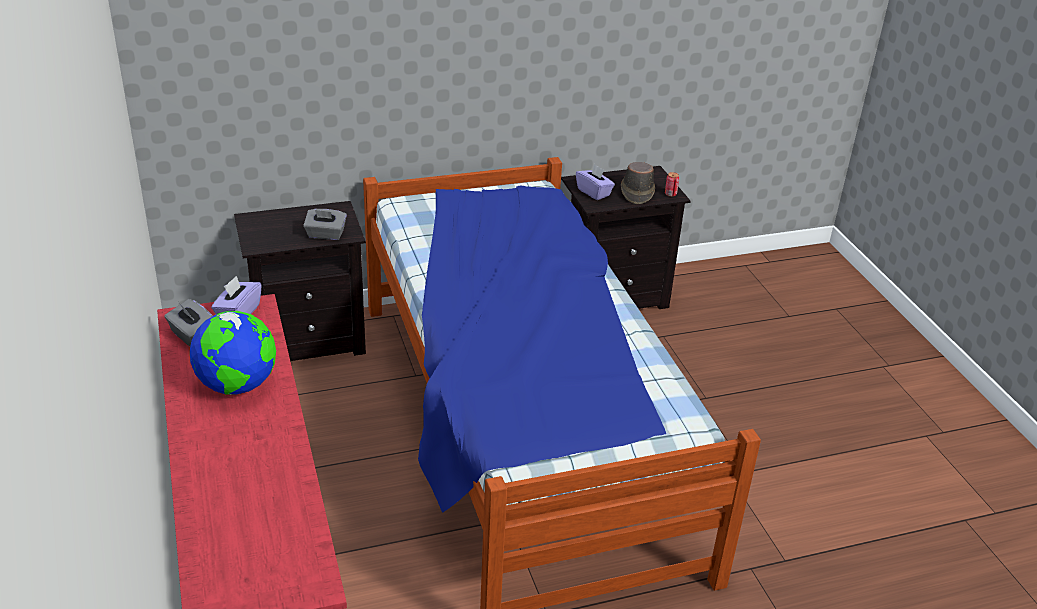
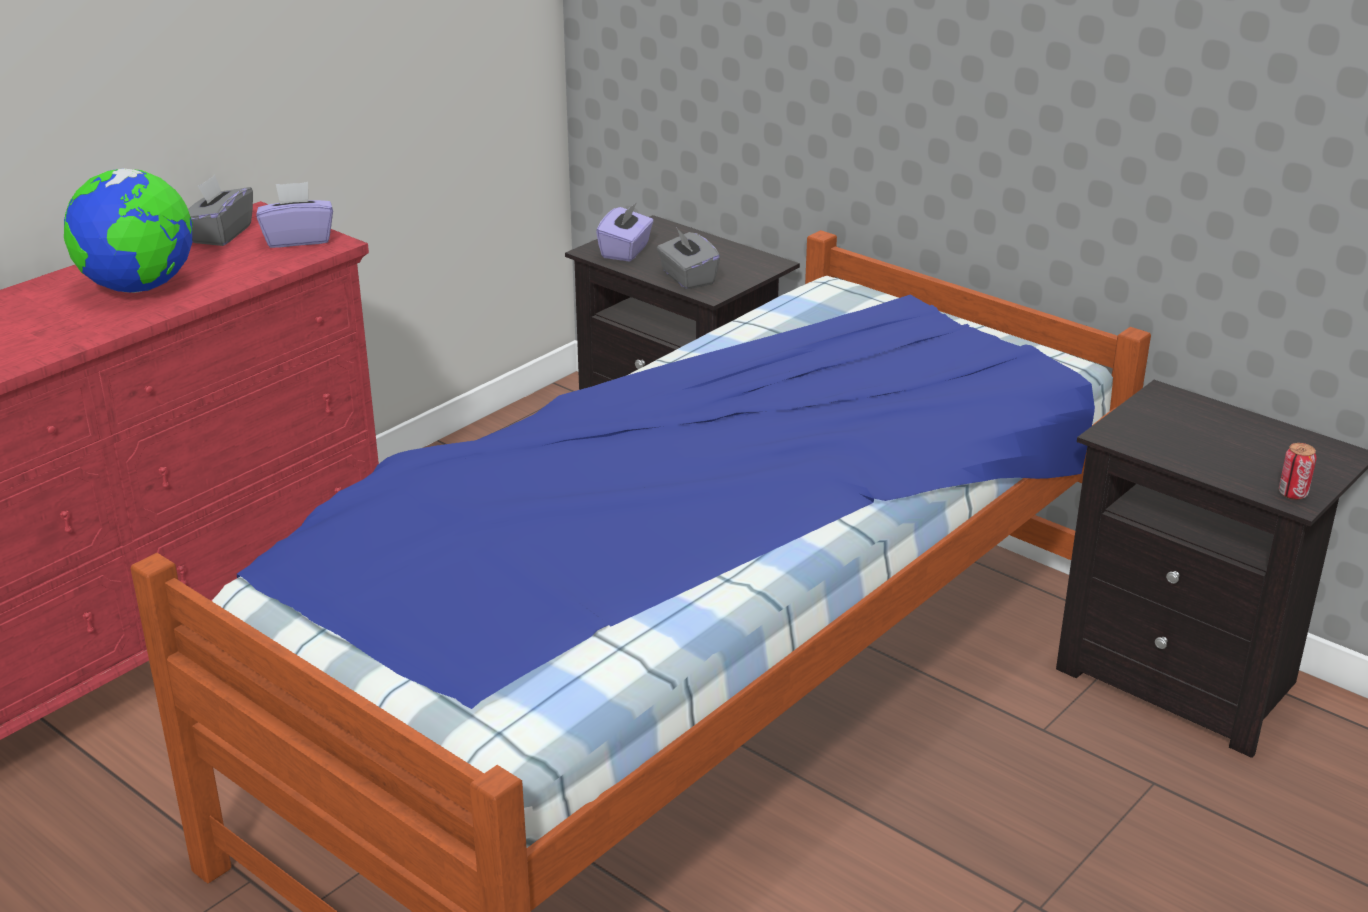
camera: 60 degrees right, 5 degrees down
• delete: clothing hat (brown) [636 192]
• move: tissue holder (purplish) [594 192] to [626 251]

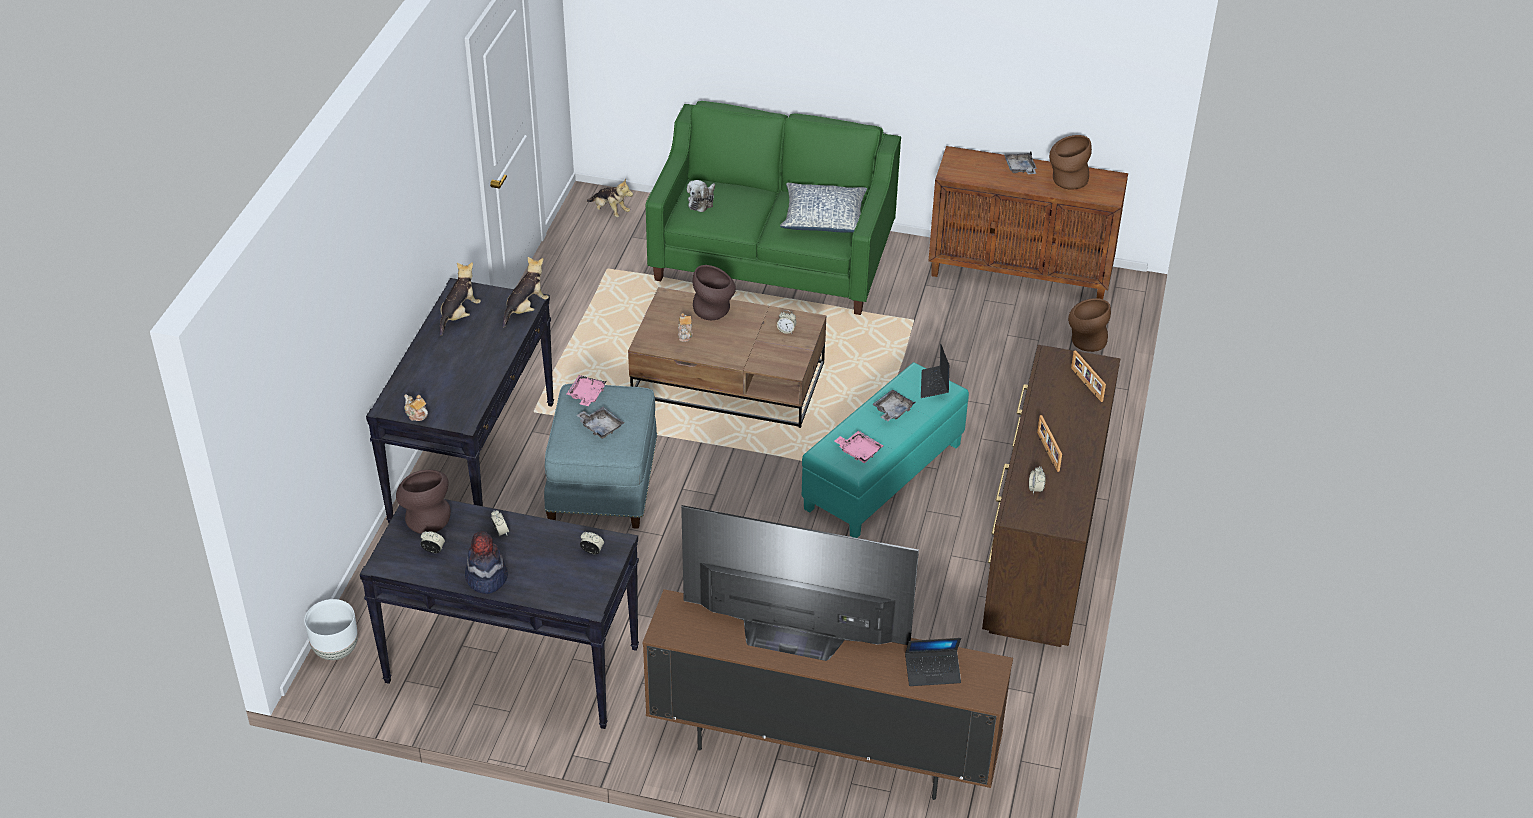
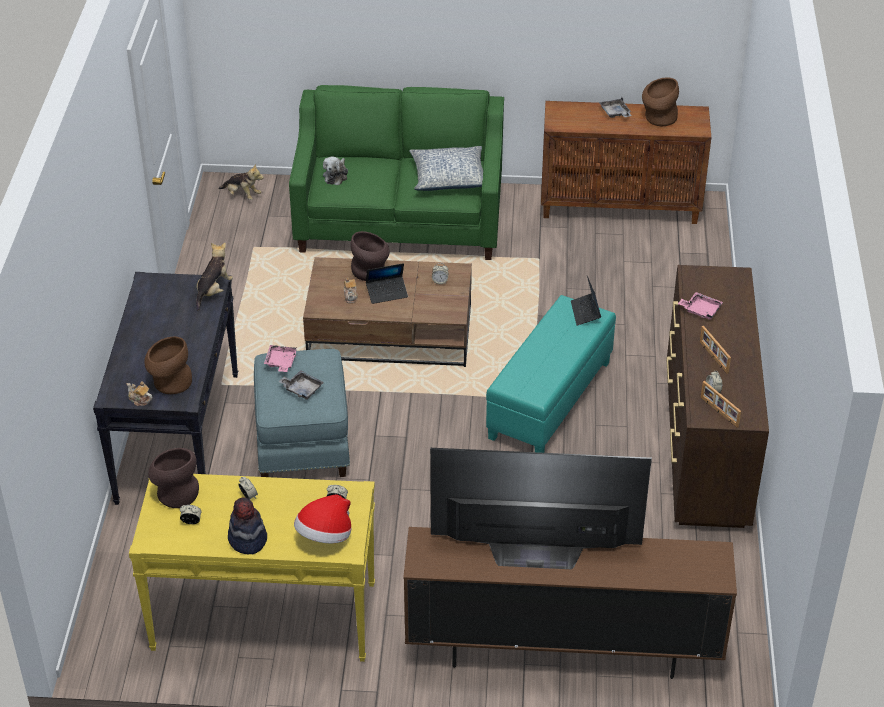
camera: 10 degrees left, 0 degrees up
• delete: plant pot (white-coloured) [336 650]
• delete: soft toy [459 315]
• delete: serving tray (gray) [892 411]
• insert: clothing hat [325 536]
• move: serving tray (pink-coloured) [859 451] to [700 310]
• move: notebook computer [932 672] to [387 293]
• move: decorative vase (brown) [1085 341] to [169 382]
• move: photo frame [1086 384] to [718 412]
• recolor: narrow table (blackish) [511 665] to narrow table (yellow-coloured) [263 616]

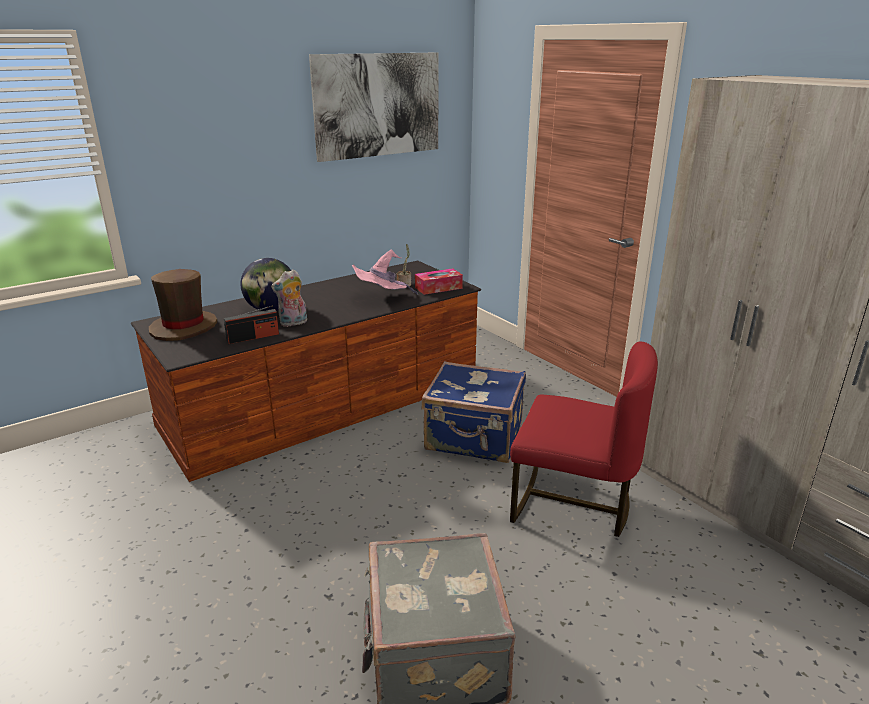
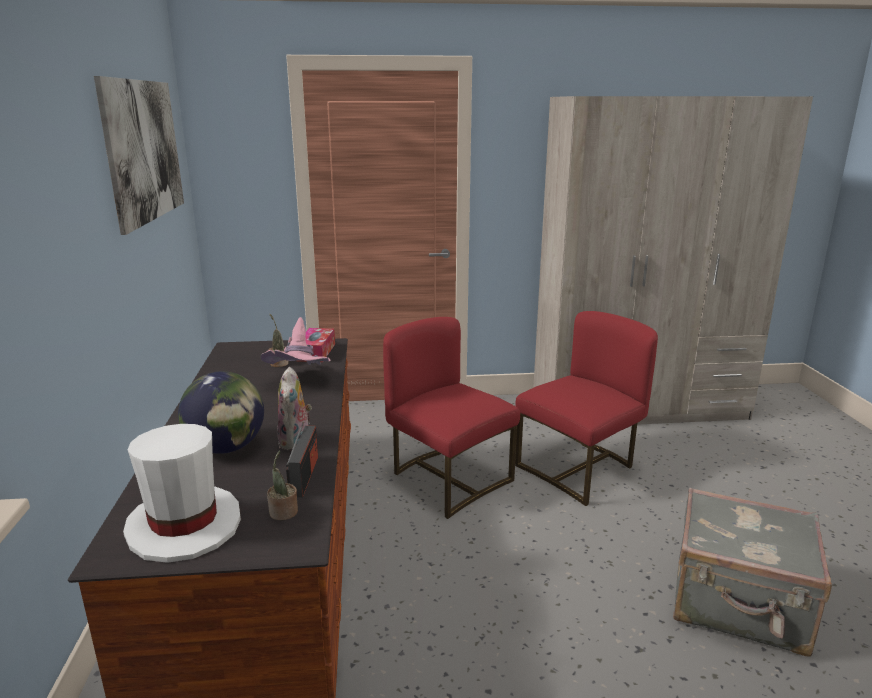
camera: 60 degrees left, 5 degrees down
• insert: potted plant [283 513]
• replace: suitcase (blue-coloured) [474 438] to plain chair (reddish) [448 479]
• recolor: clothing hat (brown) [184 327] to clothing hat (white-coloured) [185 525]

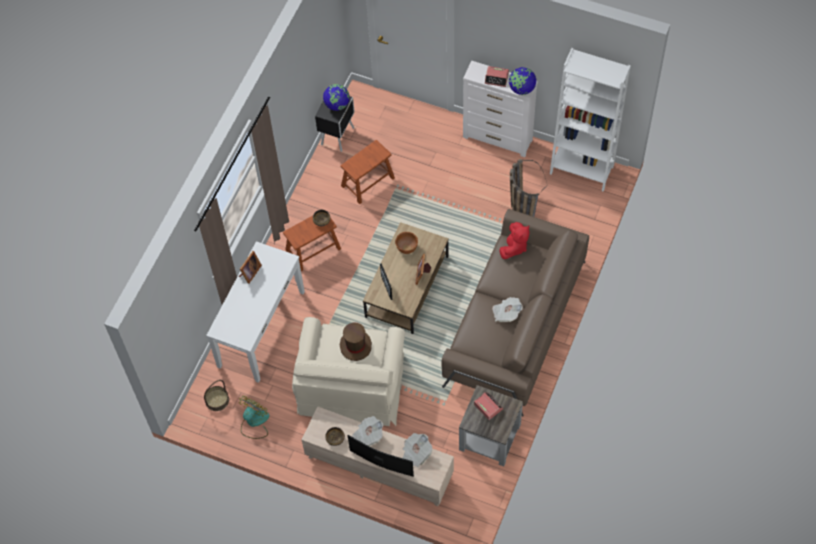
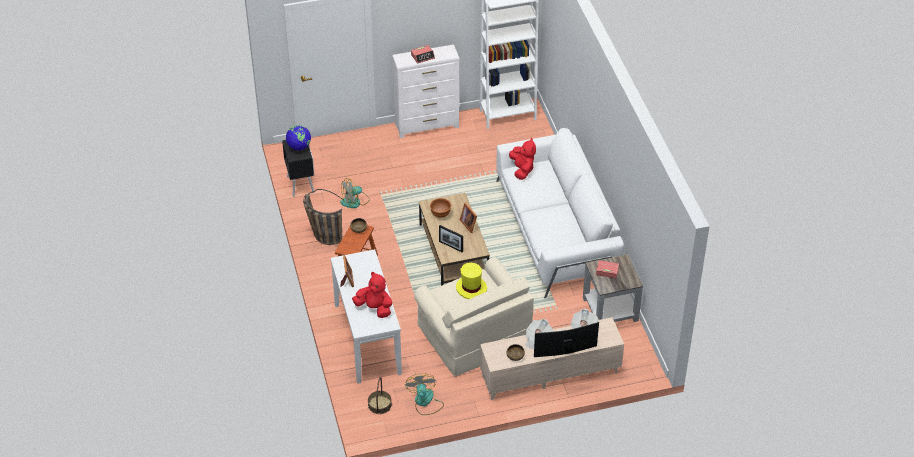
camera: 40 degrees left, 15 degrees down
• delete: newspaper [506 313]
• delete: globe [521 89]
• insert: soft toy (reddish) [374 308]
• move: storage basket [521 202] to [322 235]
• replace: stool (brown) [368 181] to electric fan [355 201]
• recolor: clothing hat (brown) [355 345] to clothing hat (yellow-coloured) [471 288]
• recolor: sofa (brown) [515 323] to sofa (white-coloured) [556 230]

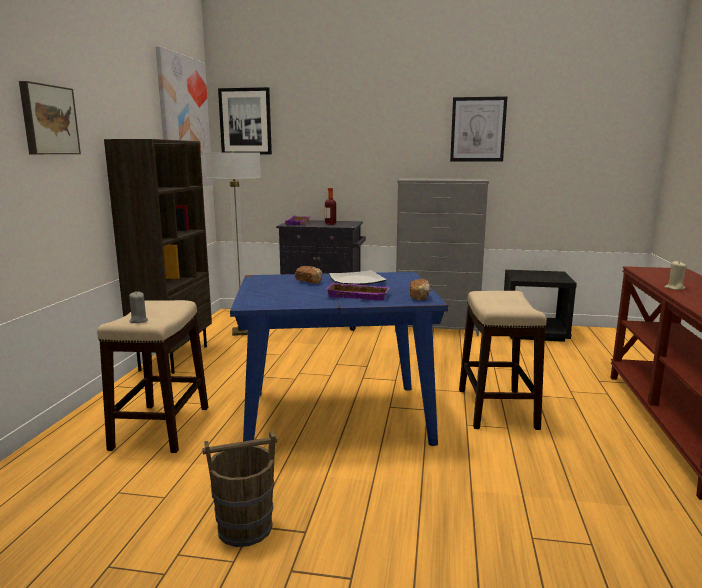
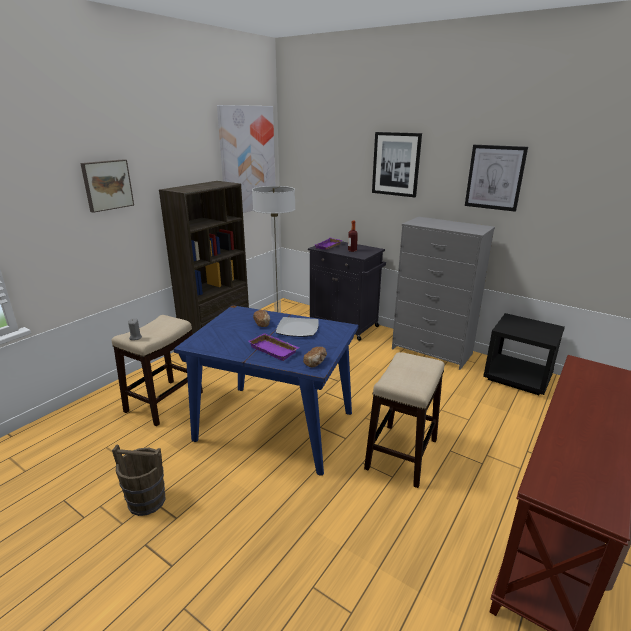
camera: 25 degrees right, 10 degrees up
• delete: candle (beige) [674 288]
• move: wall picture [245 121] to [396 164]

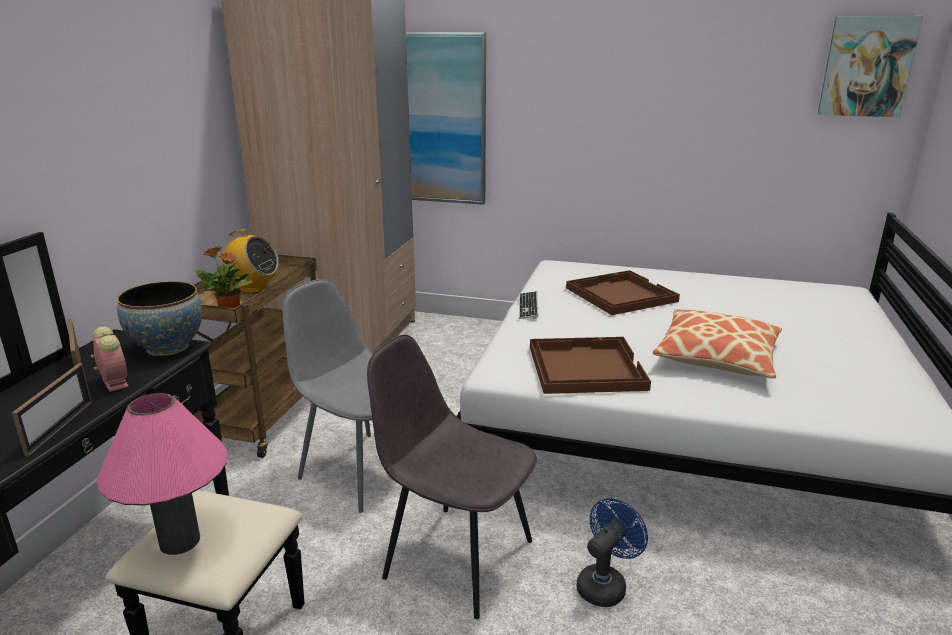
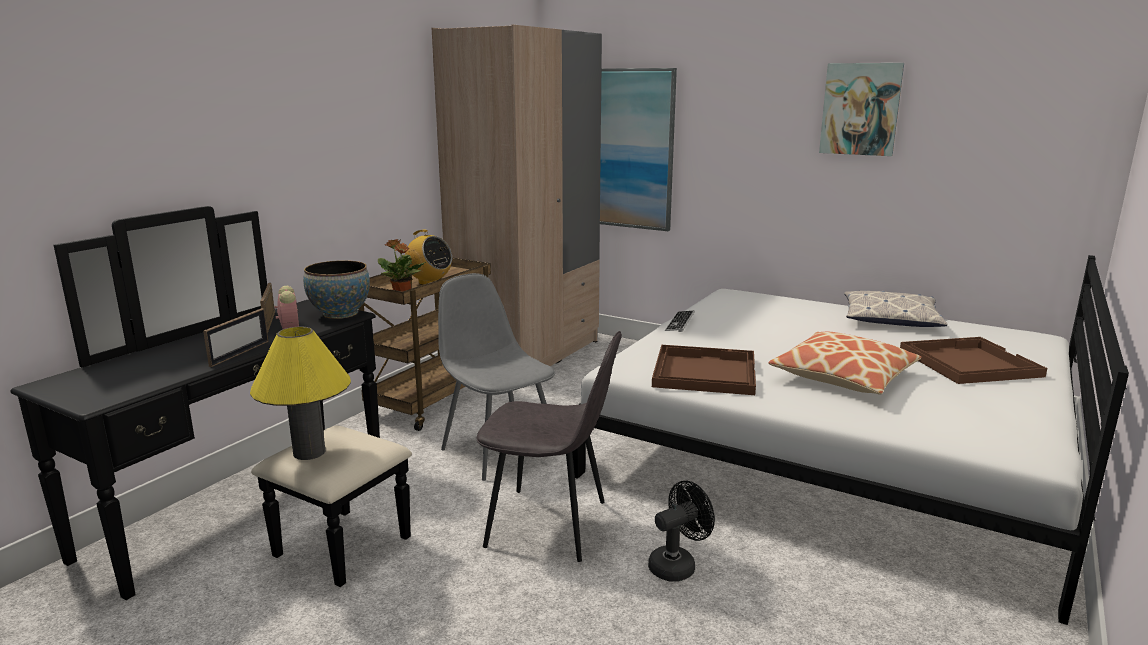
camera: 15 degrees right, 5 degrees down
• insert: cushion [890 319]
• move: serving tray (brown) [619 294] to [967 362]
• move: wall picture [867 67] to [860 109]
• recolor: lamp for a table (pink-coloured) [180 541] to lamp for a table (yellow-coloured) [309 452]
• recolor: electric fan (blue-coloured) [605 584] to electric fan (blackish) [677 565]
• rotate: plain chair (gray) [455 557] = [550 524] 150 degrees clockwise

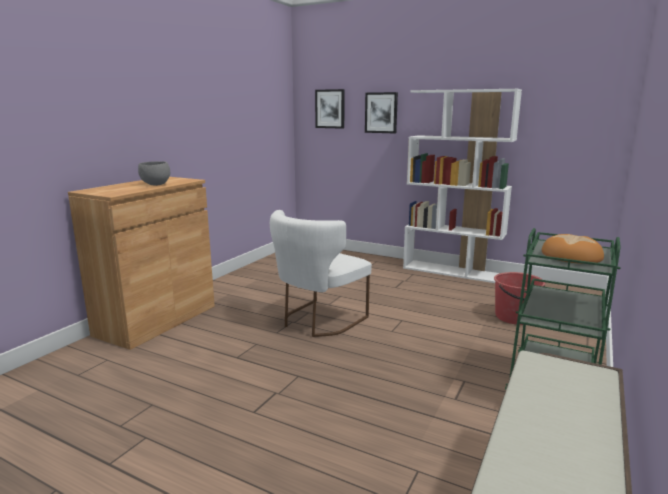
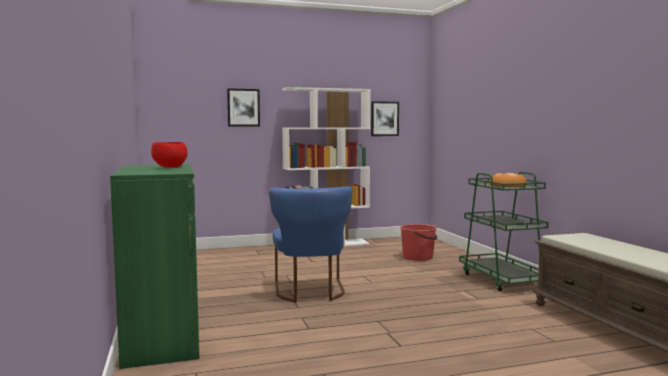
camera: 45 degrees left, 10 degrees down
• move: wall picture [330 109] to [384 118]
• recolor: cupboard (brown) [156 320] to cupboard (green-coloured) [162 335]
• recolor: serving bowl (gray) [156 184] to serving bowl (reddish) [171 167]
• recolor: plain chair (white-coloured) [318 321] to plain chair (blue-coloured) [310 292]

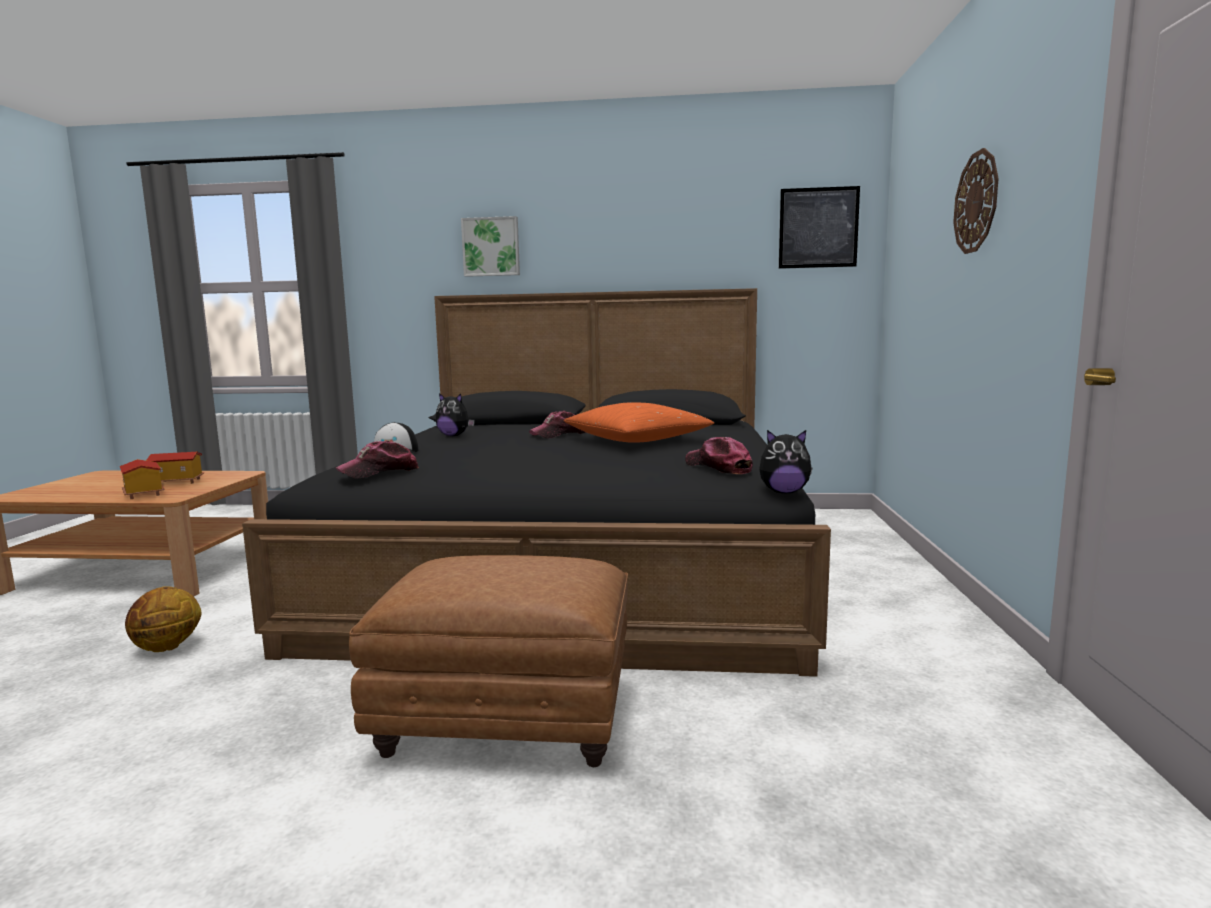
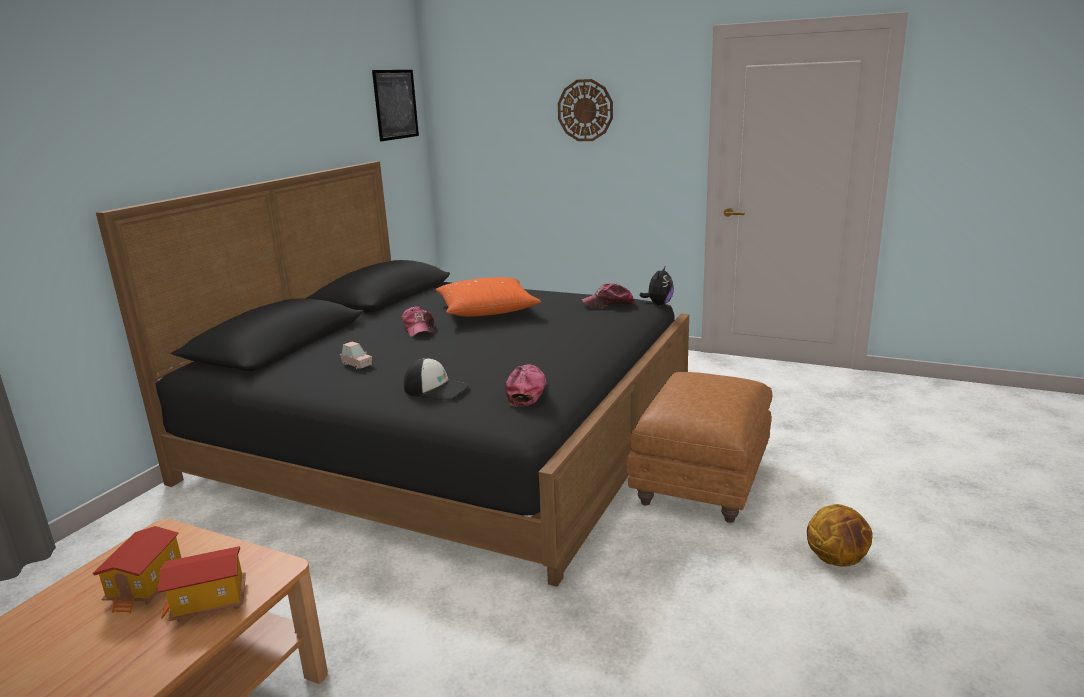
camera: 70 degrees left, 10 degrees up
• delete: wall picture [491 247]
• move: basketball [167 648] to [837 560]
• replace: soft toy [454 436] to toy car (pink-coloured) [357 365]
• rotate: baseball cap [379 472] = [527 391] 150 degrees counterclockwise

